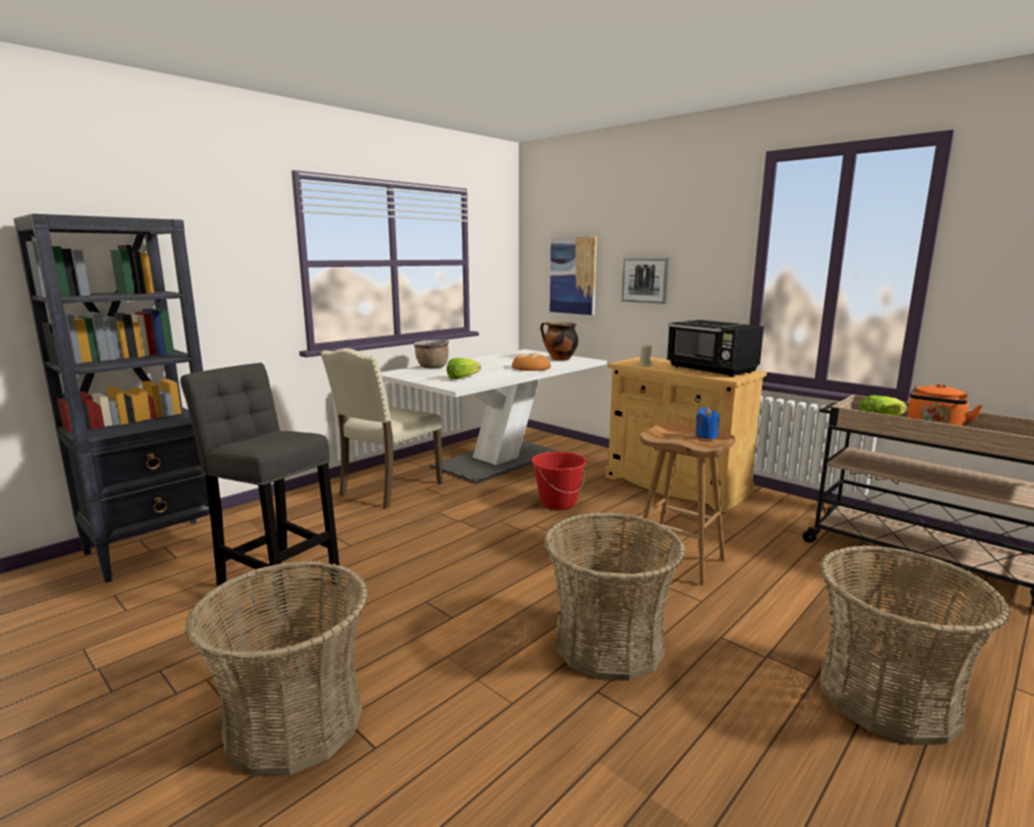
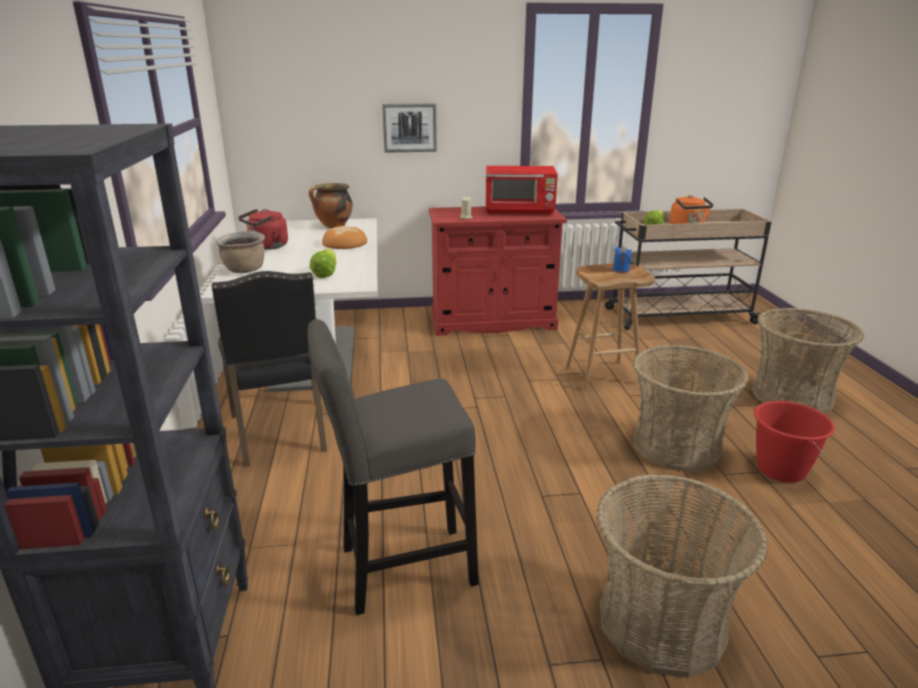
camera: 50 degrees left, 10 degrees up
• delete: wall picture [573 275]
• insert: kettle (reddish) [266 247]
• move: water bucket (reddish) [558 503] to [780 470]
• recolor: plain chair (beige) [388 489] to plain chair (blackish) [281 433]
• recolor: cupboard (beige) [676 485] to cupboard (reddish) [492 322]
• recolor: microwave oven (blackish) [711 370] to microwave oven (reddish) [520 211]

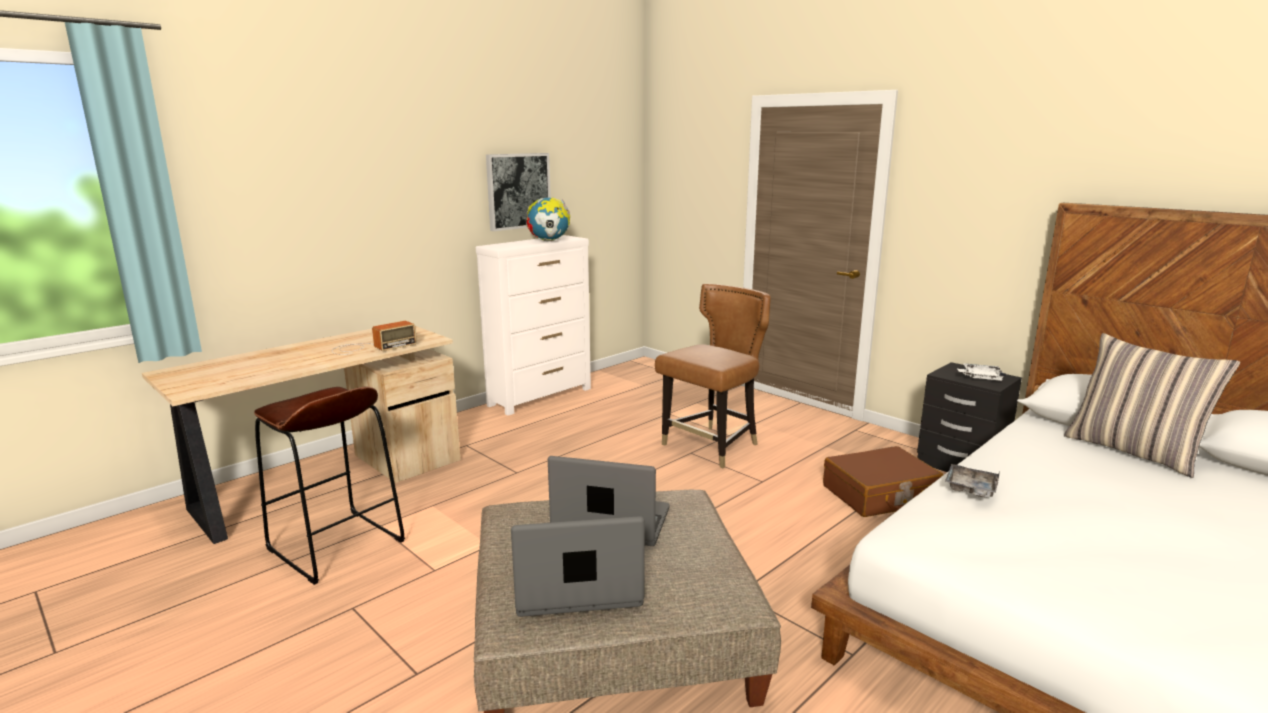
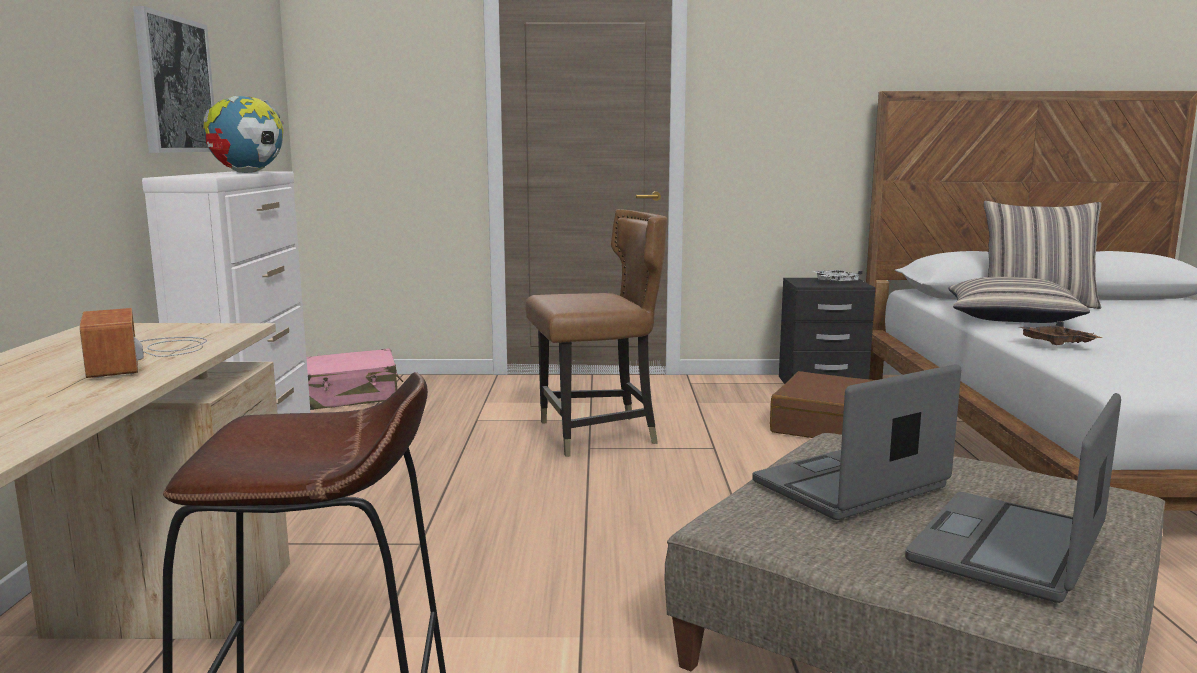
camera: 45 degrees left, 5 degrees down
• insert: suitcase (pink-coloured) [351 396]
• insert: cushion [1011 317]
• recolor: serving tray (gray) [971 489] to serving tray (brown) [1057 343]
• rotate: radio [371 347] = [148 355] 150 degrees clockwise
• rotate: plain chair (brown) [712 446] = [597 435] 75 degrees clockwise

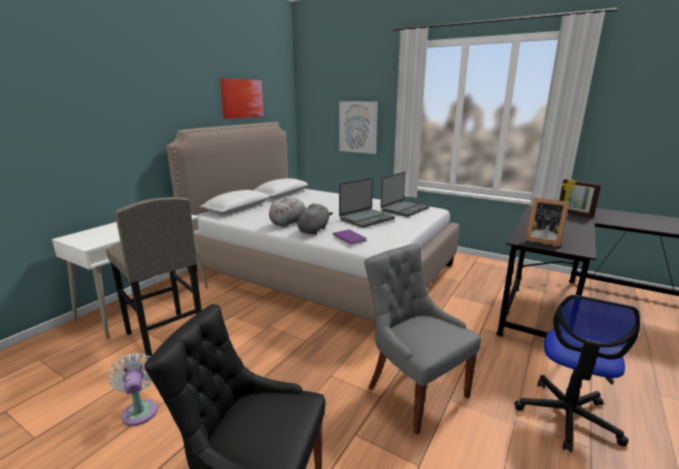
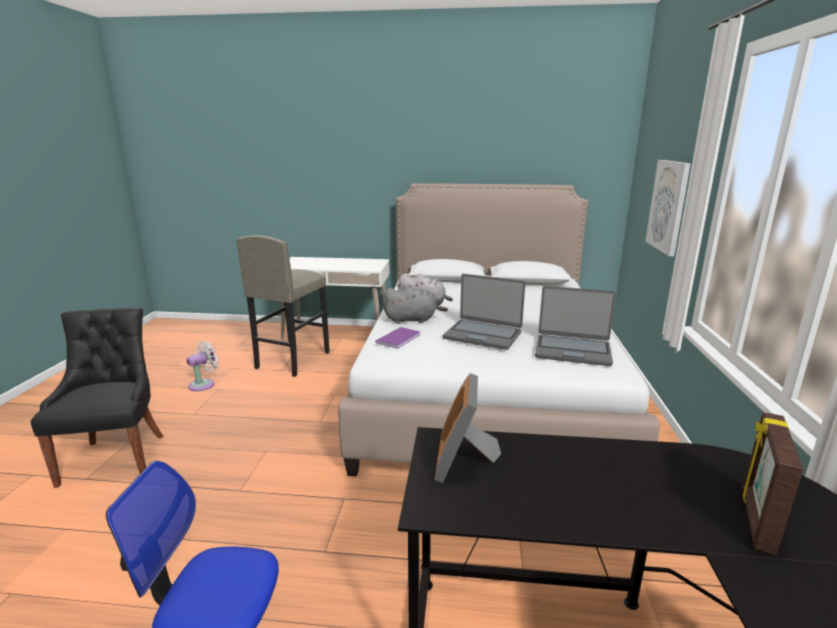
camera: 65 degrees right, 0 degrees up
• delete: wall picture [242 98]
• delete: plain chair (gray) [414 391]

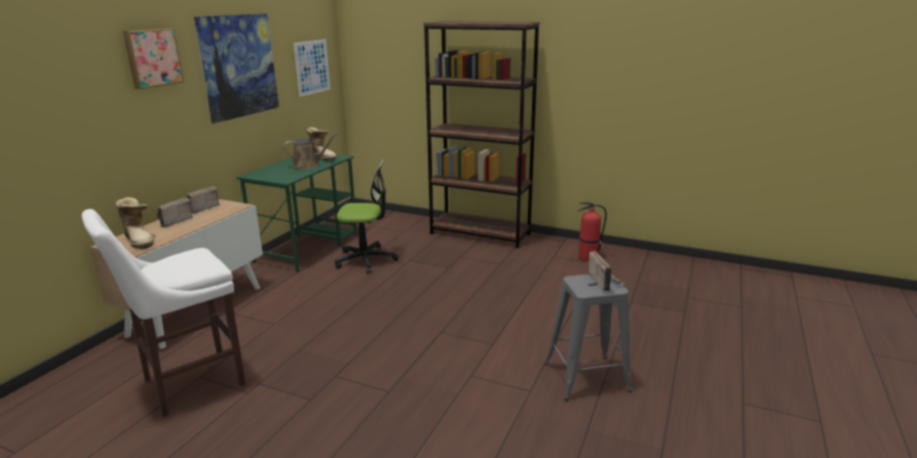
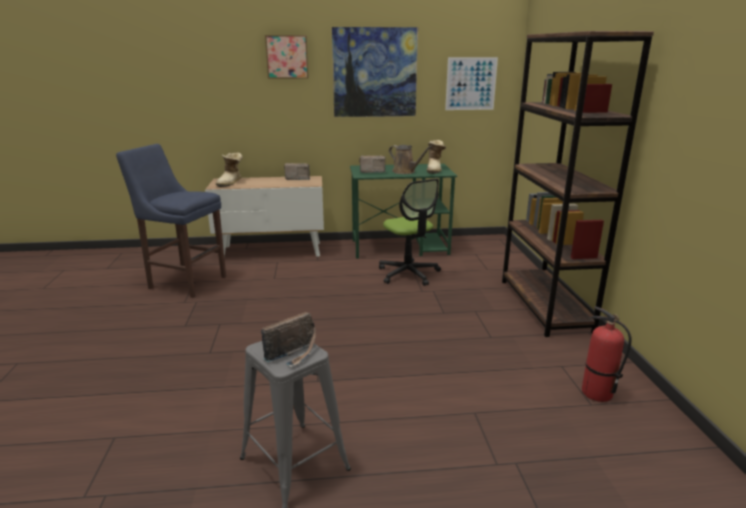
camera: 60 degrees right, 0 degrees up
• move: radio [173 222] to [371 171]
• recolor: stool (white-coloured) [188 384] to stool (blue-coloured) [185 282]

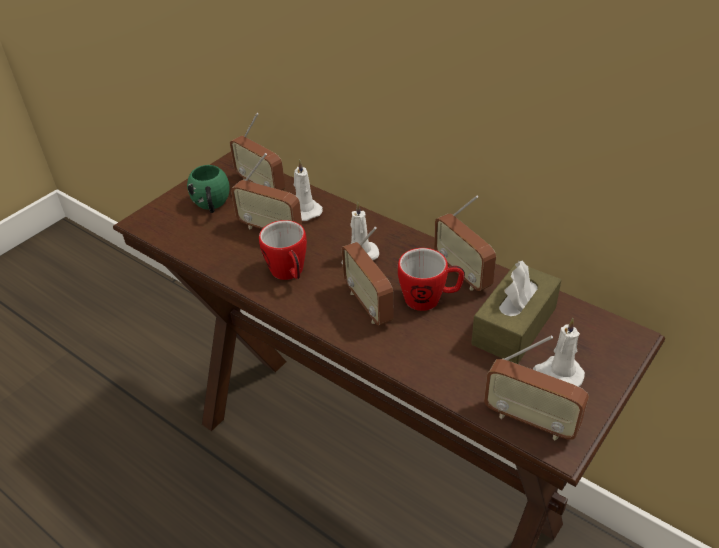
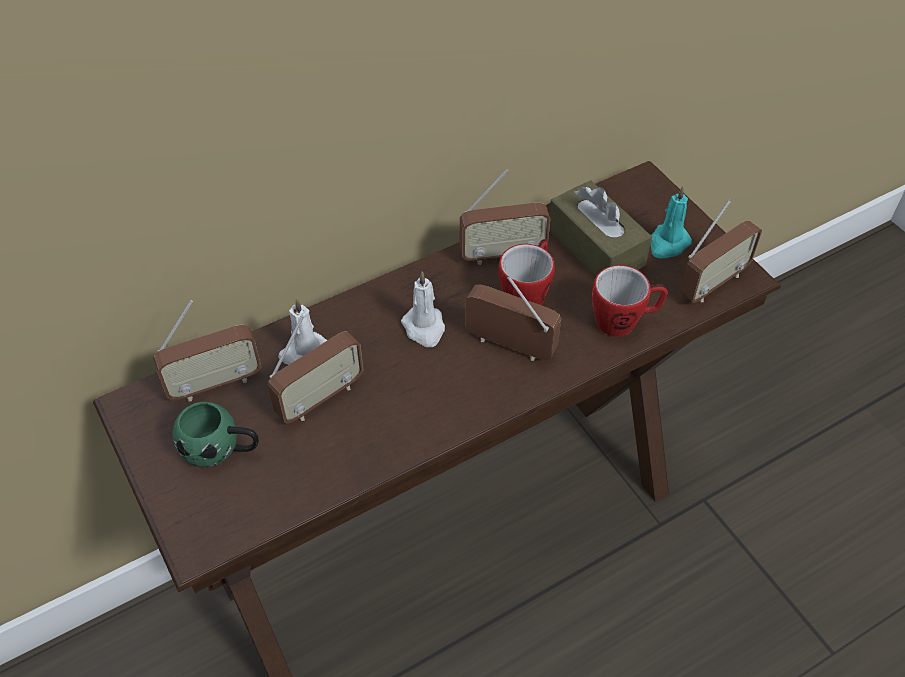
camera: 70 degrees left, 10 degrees up
• move: mug [289 274] to [624 321]
• recolor: candle (white-coloured) [557 374] to candle (blue-green) [668 244]
• rotate: radio [369 305] = [510 345] 150 degrees counterclockwise

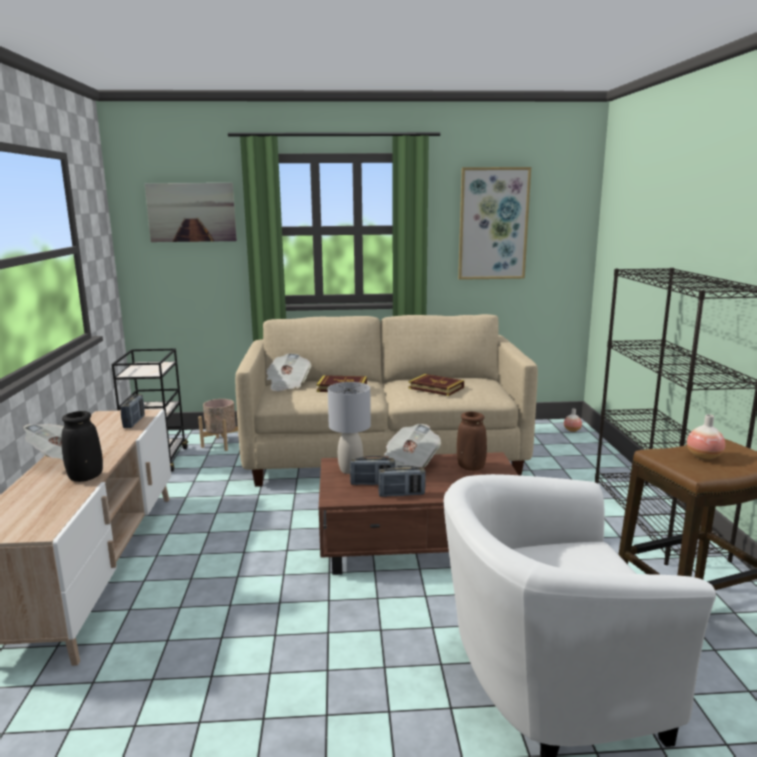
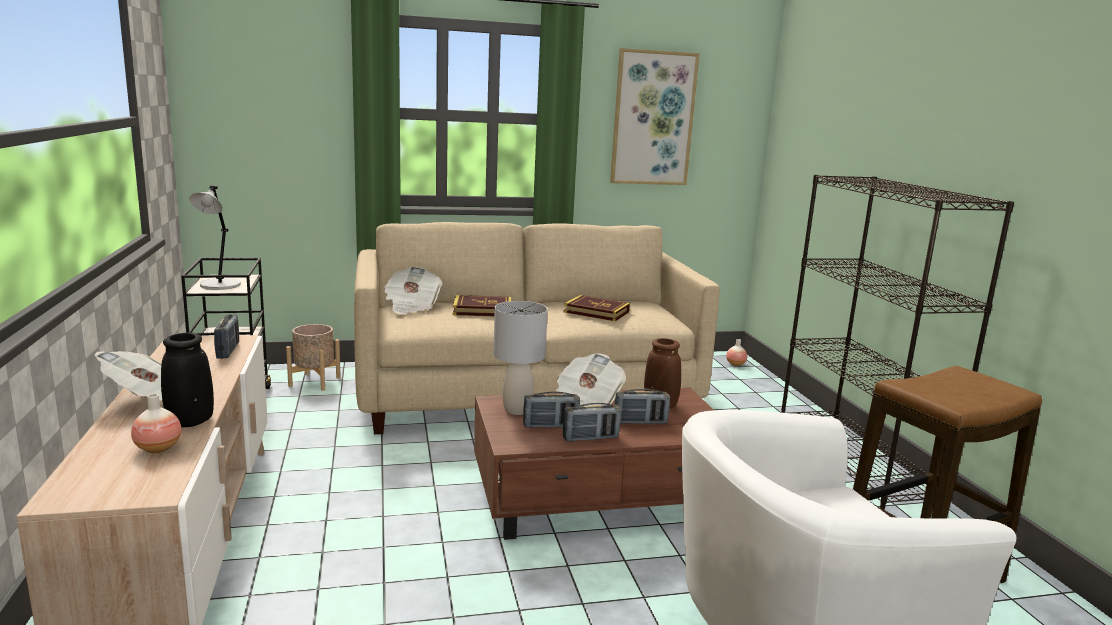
camera: 10 degrees left, 0 degrees up
• delete: wall picture [191 212]
• insert: lamp for a table (gray) [219 286]
• insert: radio [640 422]
• move: decorative vase [703 457] to [158 448]

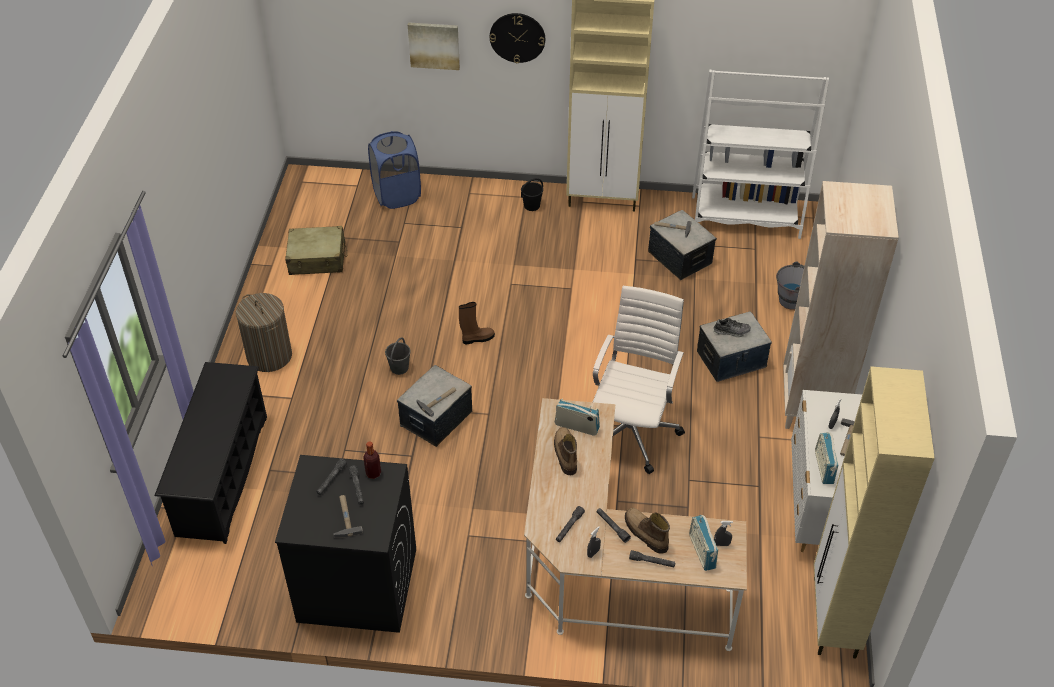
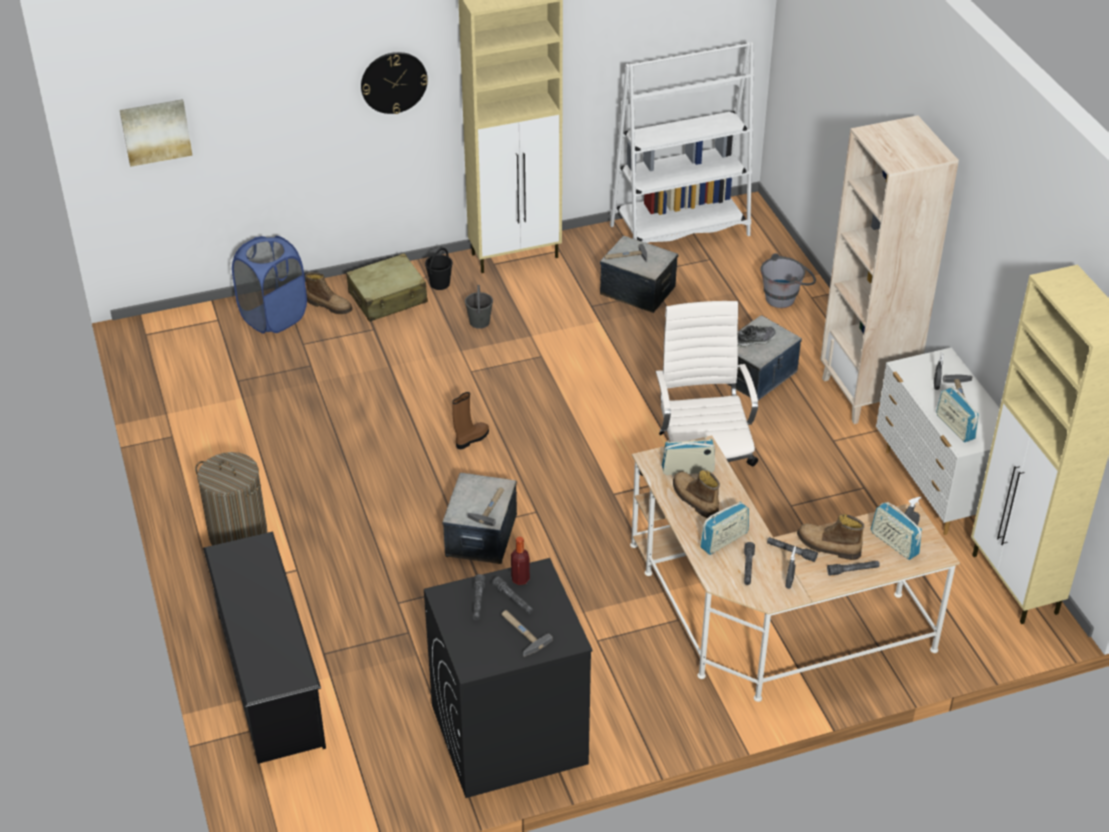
camera: 25 degrees left, 5 degrees down
• insert: boot [330 306]
• insert: radio [724 540]
• move: suitcase (beige) [317 259] to [388 298]
• move: water bucket (gray) [399 367] to [479 322]
• move: wall picture [434 45] to [156 131]

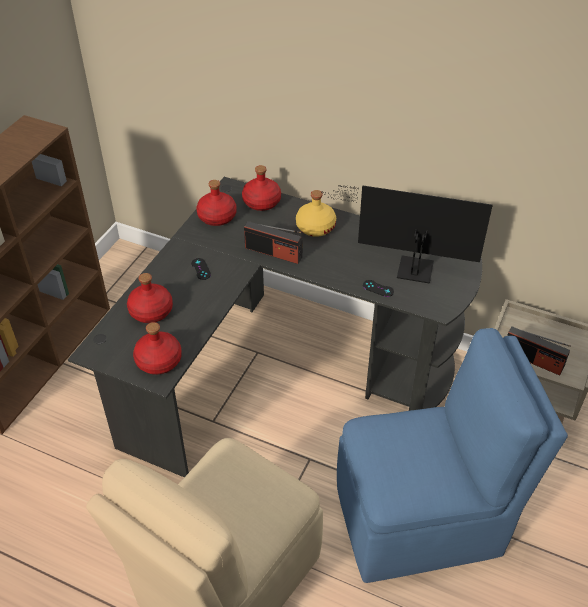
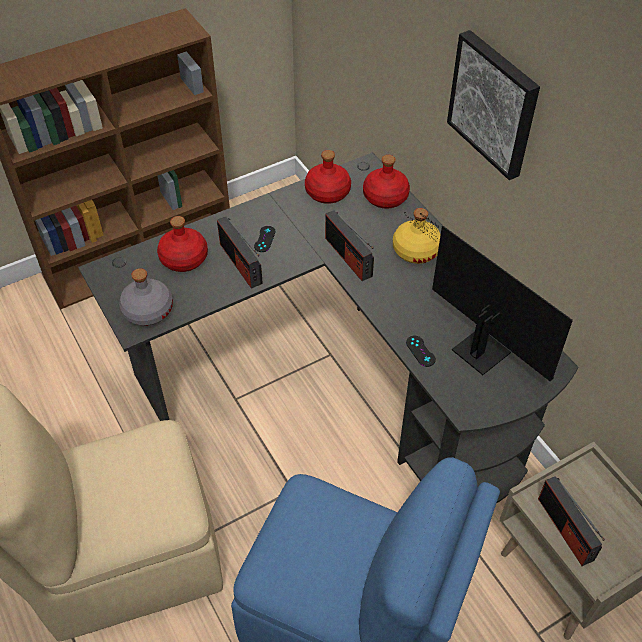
camera: 35 degrees right, 5 degrees up
• insert: radio [241 264]
• insert: wall picture [495 104]
• recolor: bottle (reddish) [158 361] to bottle (gray) [147 310]

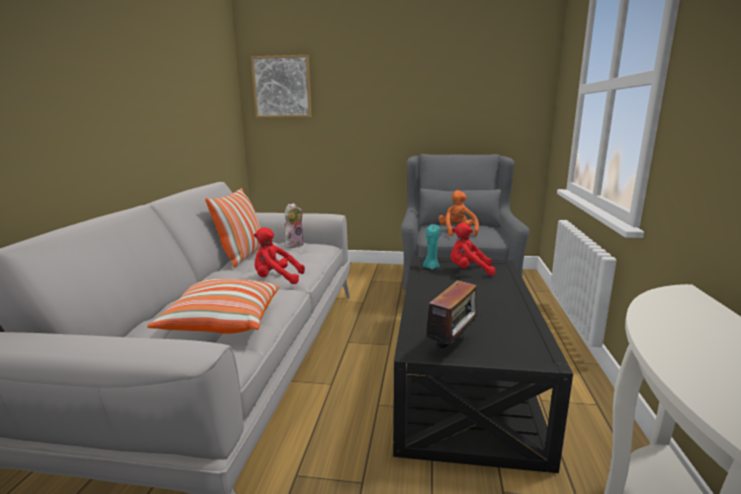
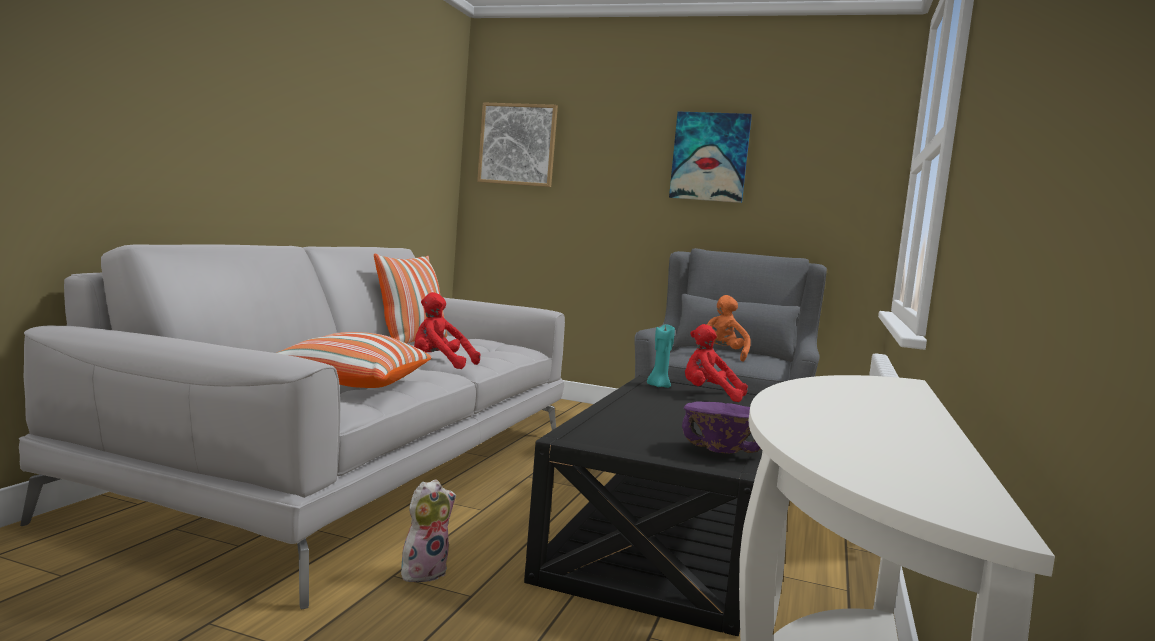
camera: 10 degrees right, 10 degrees down
• delete: radio [452 344]
• insert: wall picture [710 157]
• insert: serving bowl (purplish) [721 450]
• move: soft toy [293 245] to [424 571]

